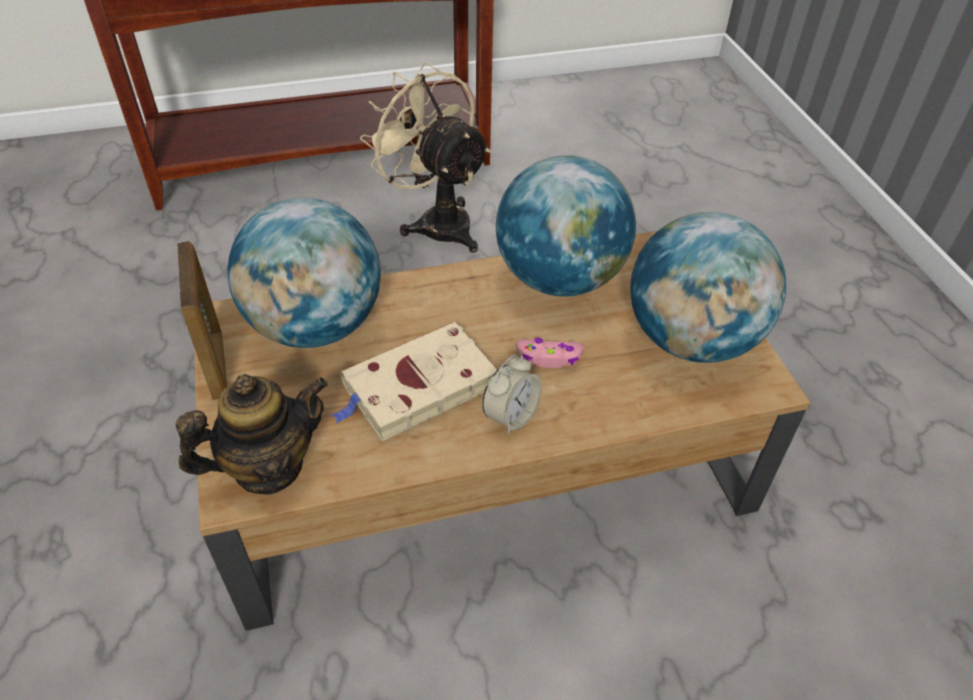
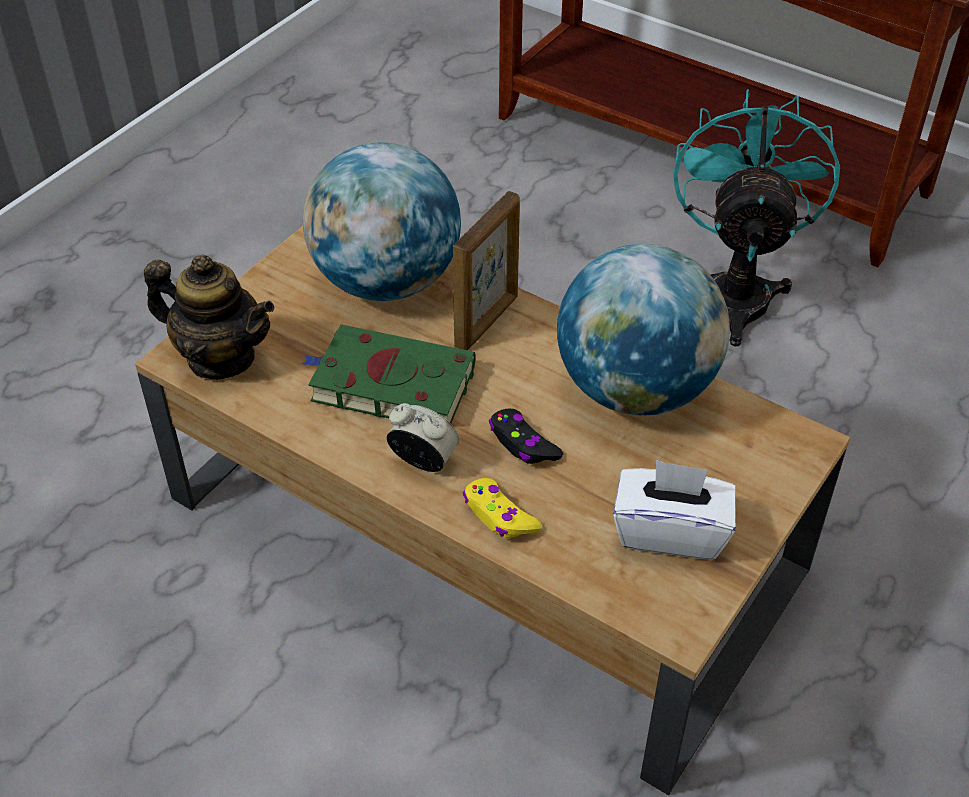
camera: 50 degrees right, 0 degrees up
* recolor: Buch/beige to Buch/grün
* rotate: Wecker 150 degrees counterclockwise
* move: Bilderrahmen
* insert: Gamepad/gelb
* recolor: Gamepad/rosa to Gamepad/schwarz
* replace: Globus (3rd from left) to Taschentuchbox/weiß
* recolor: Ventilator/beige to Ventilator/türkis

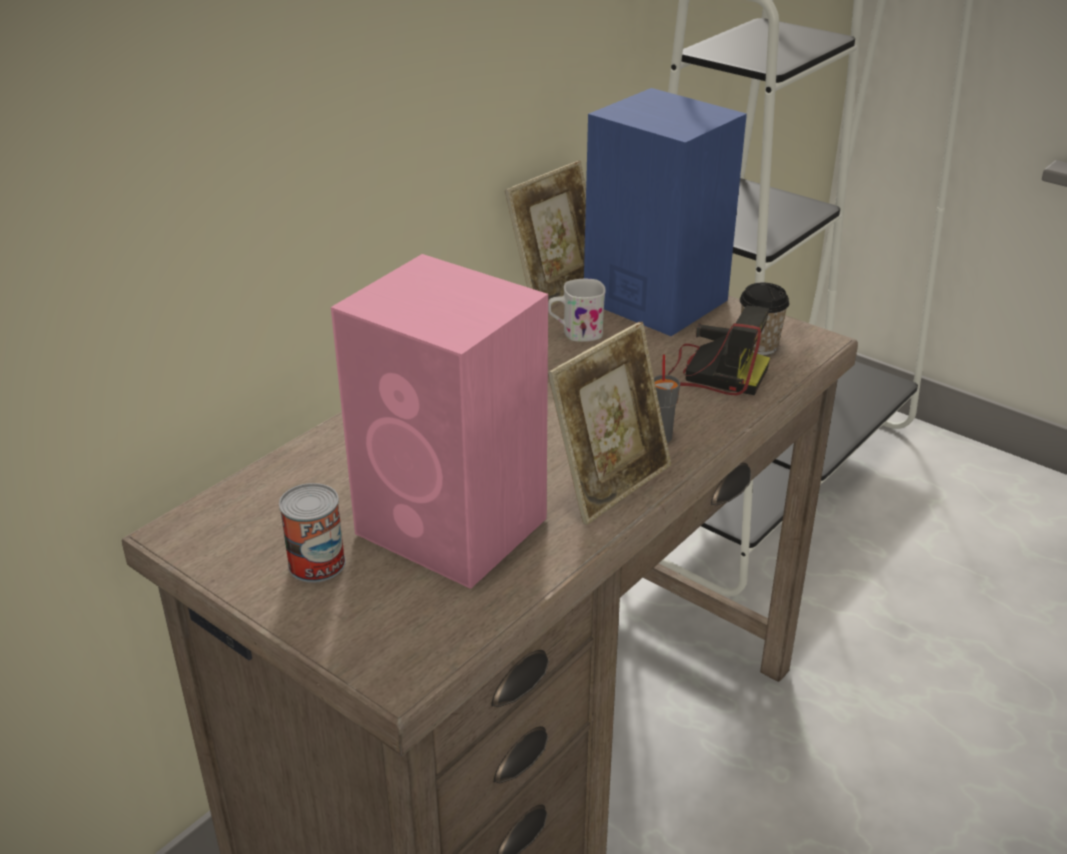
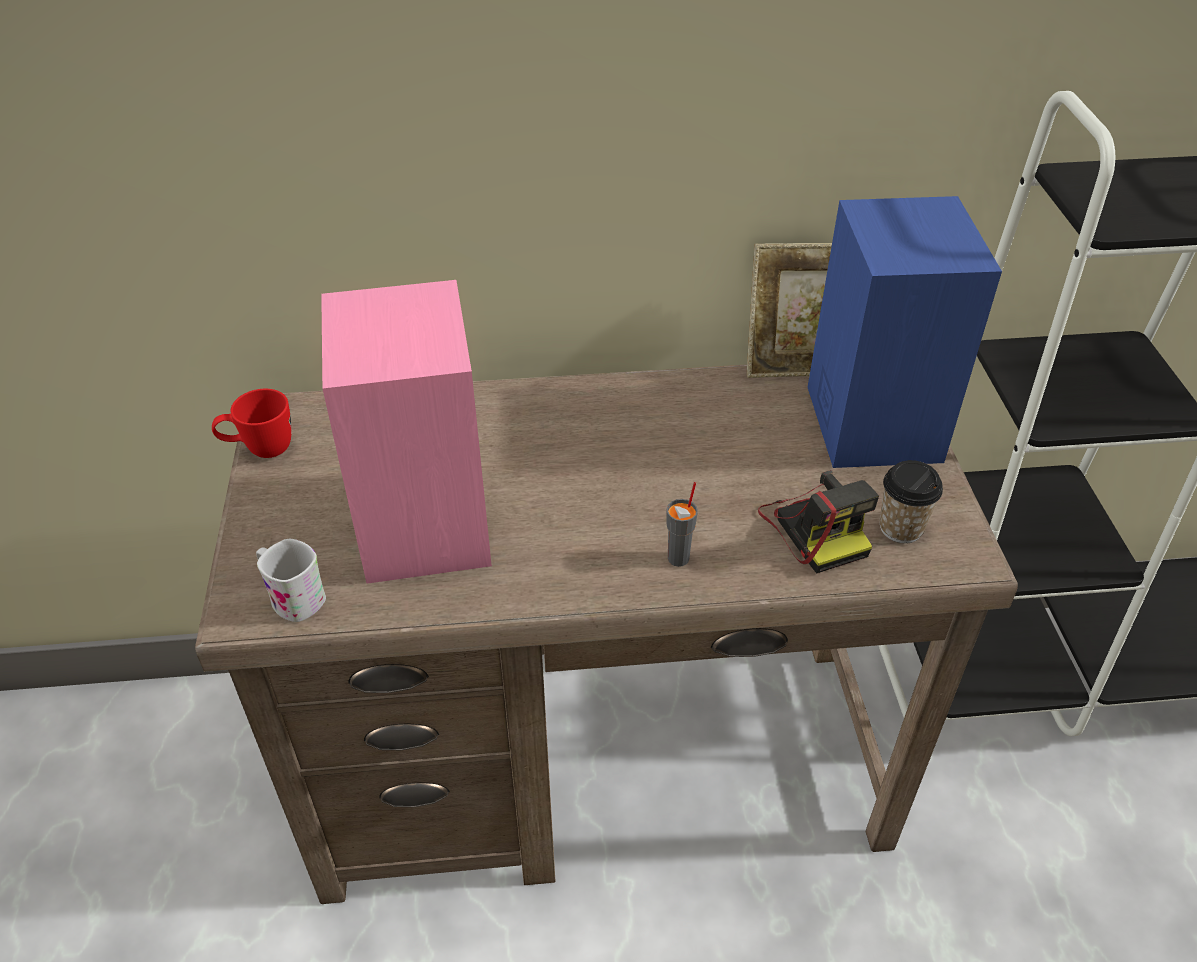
camera: 45 degrees right, 10 degrees up
* insert: Henkelbecher/rot
* move: Henkelbecher/weiß
* delete: Dose
* delete: Bilderrahmen (2nd from left)

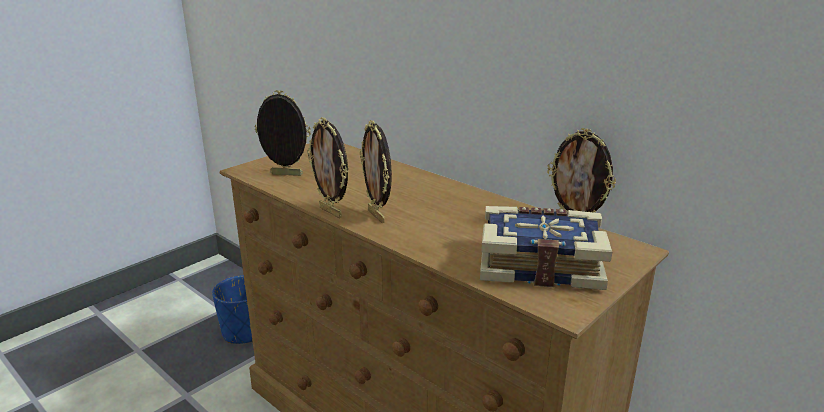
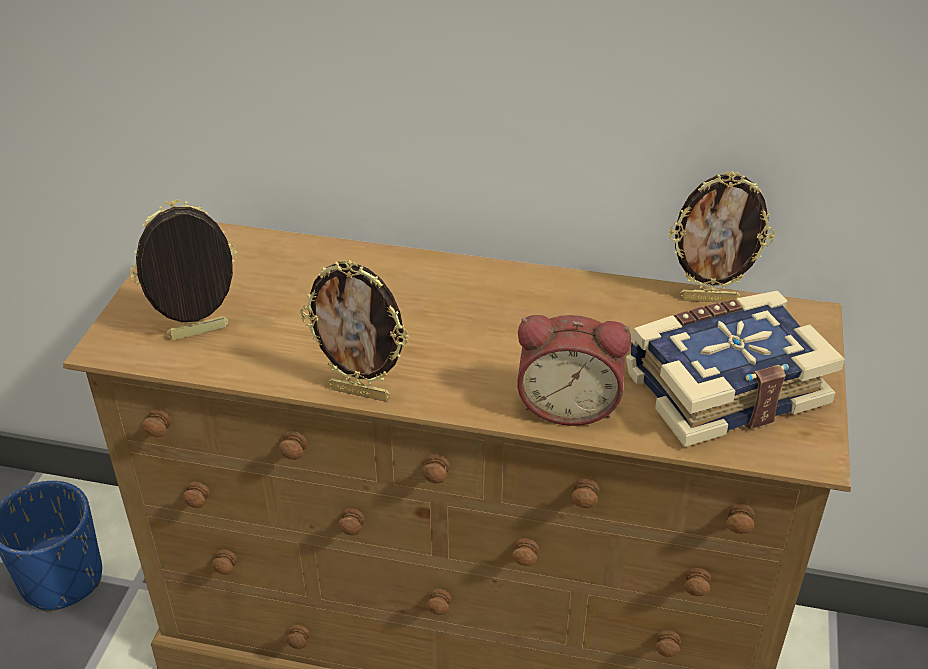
camera: 30 degrees left, 15 degrees up
* insert: Wecker
* delete: Bilderrahmen (3rd from left)

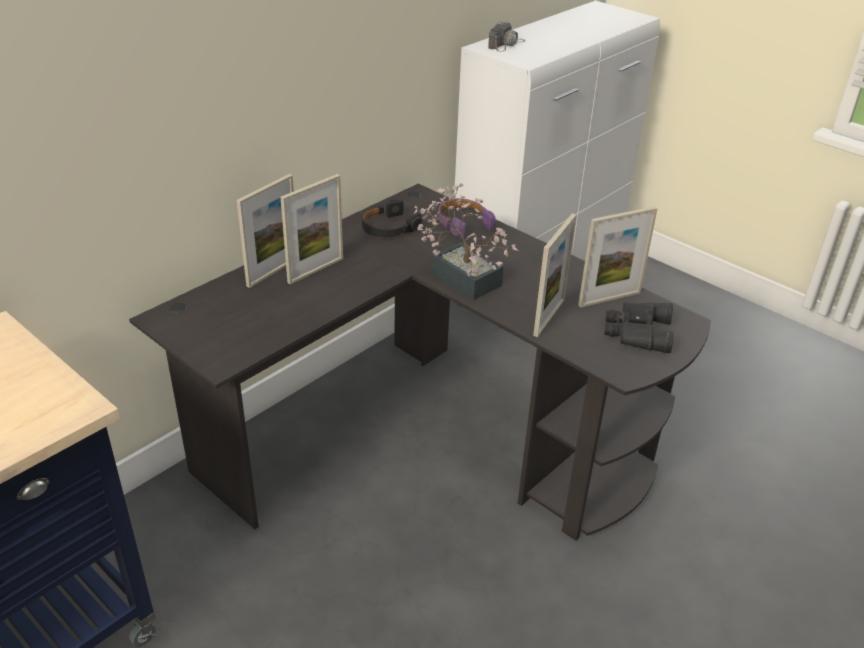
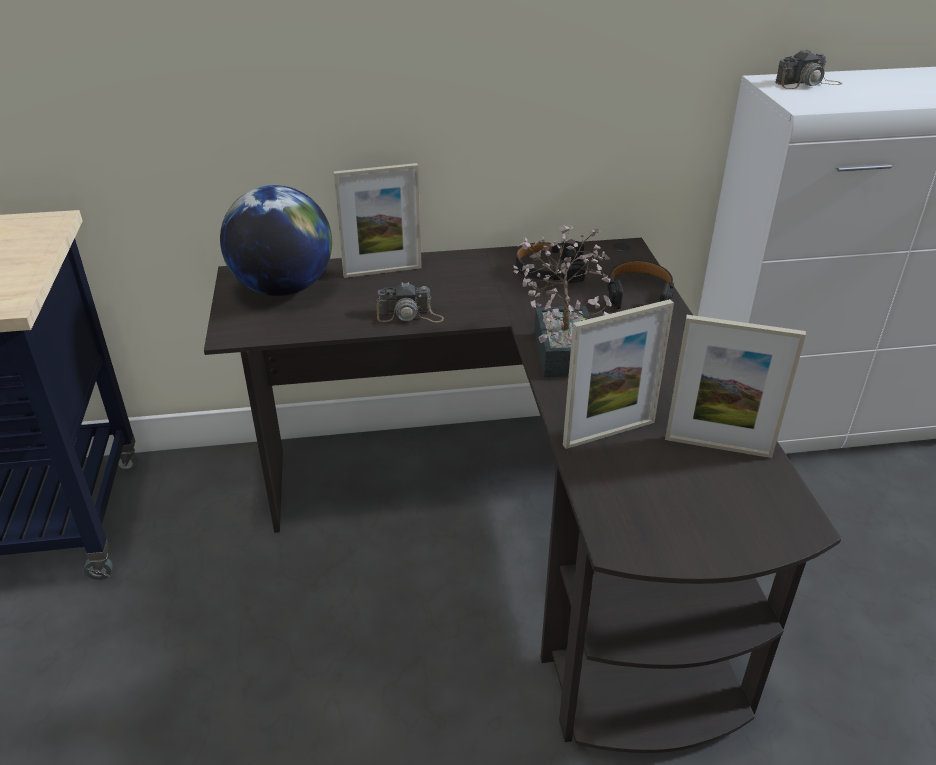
camera: 40 degrees right, 0 degrees up
* insert: Globus
* insert: Kamera (1st from left)
* recolor: Kopfhörer/lila to Kopfhörer/schwarz (2nd from left)
* delete: Bilderrahmen (2nd from left)
* delete: Fernglas/schwarz

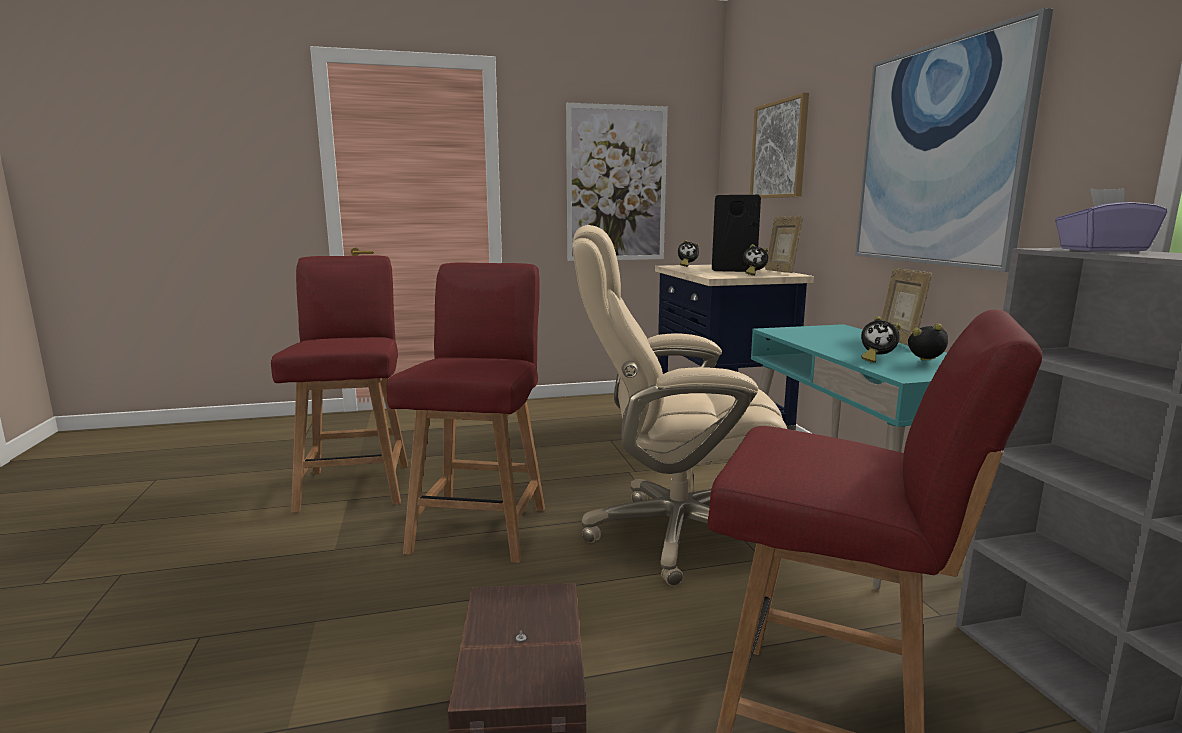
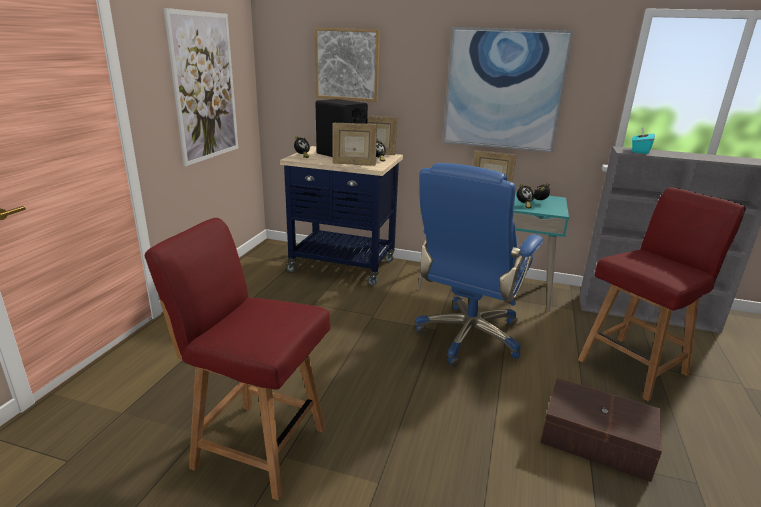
camera: 60 degrees left, 10 degrees up
* insert: Bilderrahmen (1st from left)
* recolor: Bürostuhl/beige to Bürostuhl/blau
* recolor: Taschentuchbox/lila to Taschentuchbox/türkis
* delete: Stuhl/rot (2nd from left)

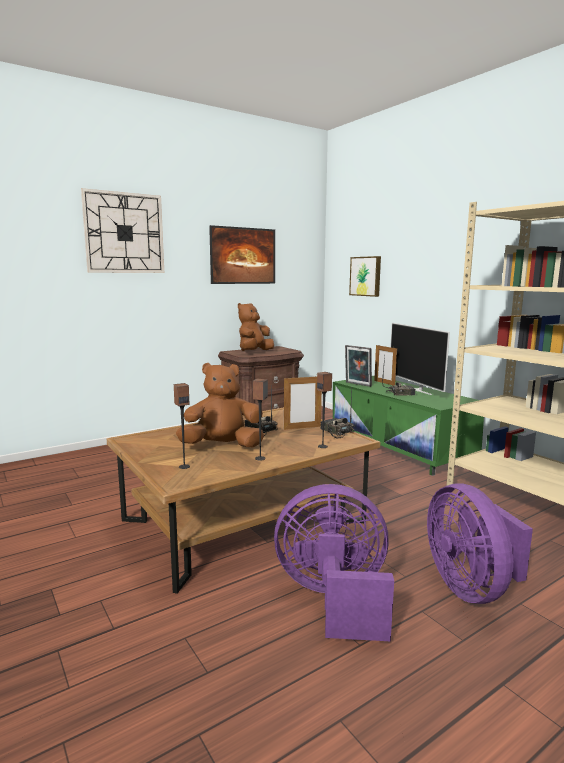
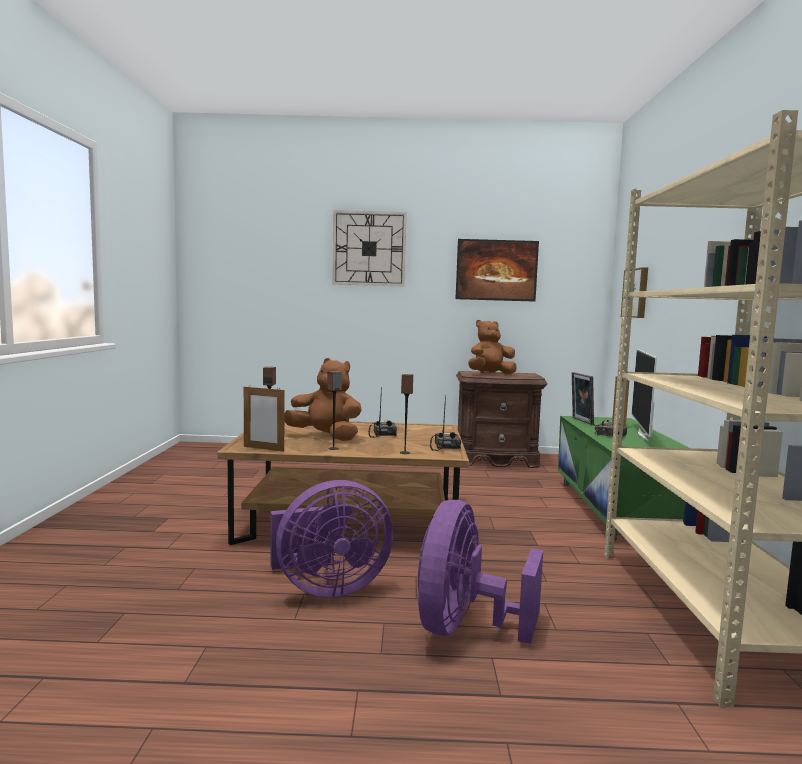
camera: 35 degrees right, 5 degrees down
* move: Bilderrahmen (1st from left)
* rotate: Ventilator/lila (1st from left) 120 degrees clockwise

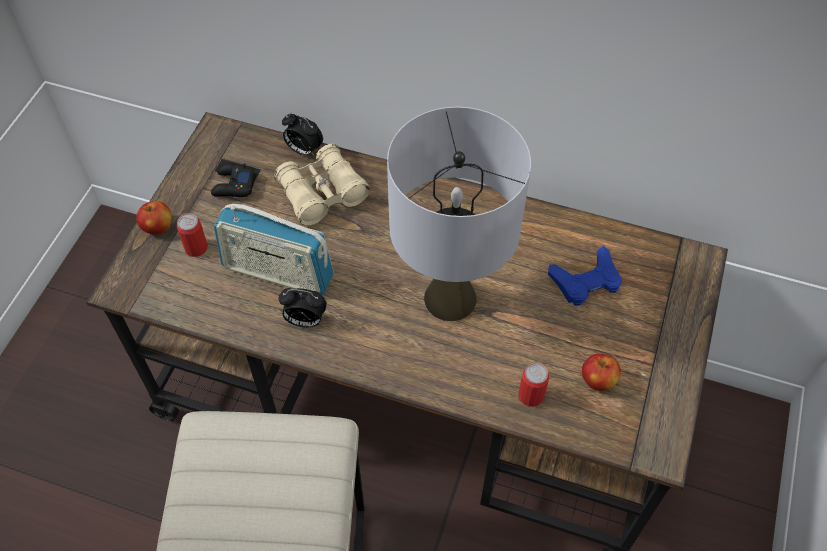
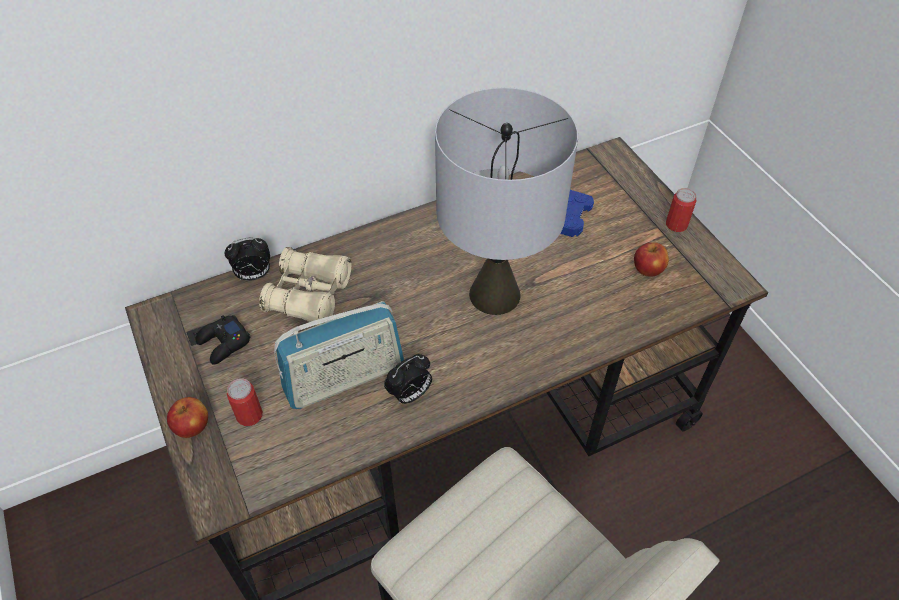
camera: 45 degrees left, 5 degrees down
* move: Dose (2nd from left)

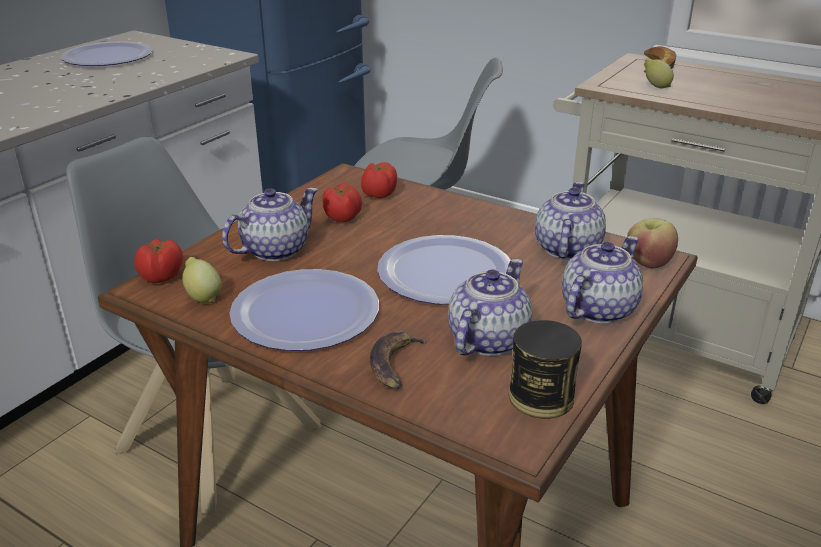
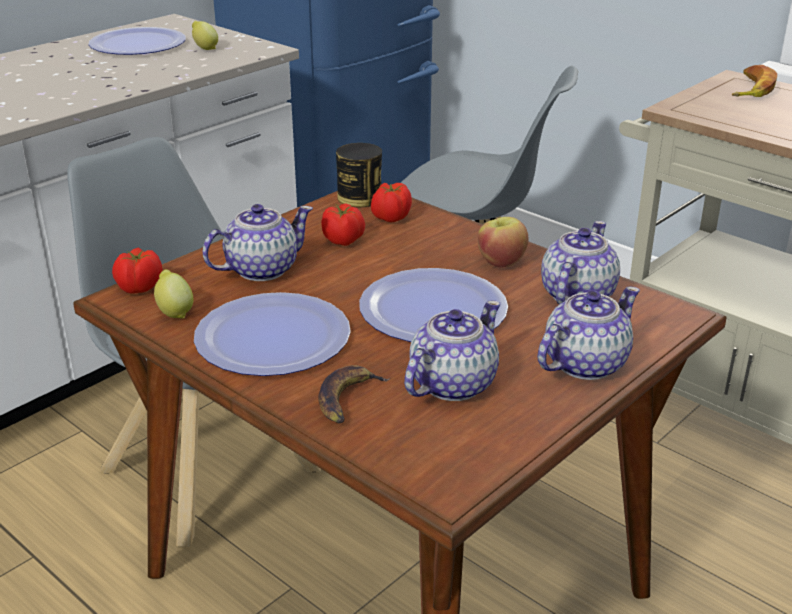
camera: 10 degrees right, 0 degrees up
* move: Zitrone (2nd from left)
* move: Dose
* move: Apfel

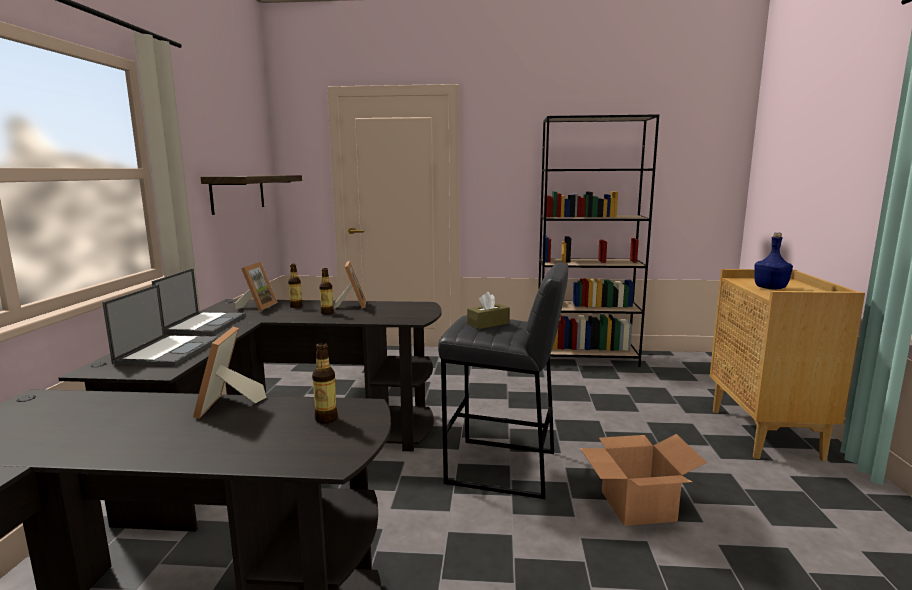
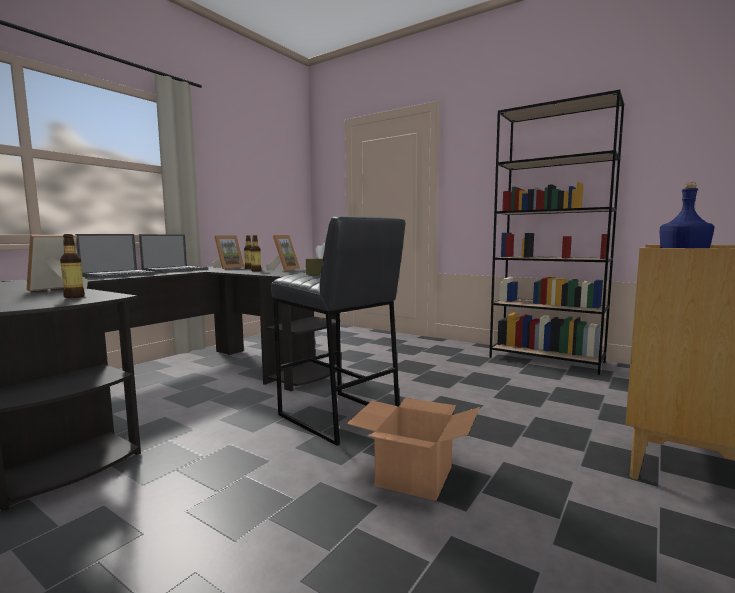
camera: 30 degrees right, 5 degrees down
* delete: Wandregal

